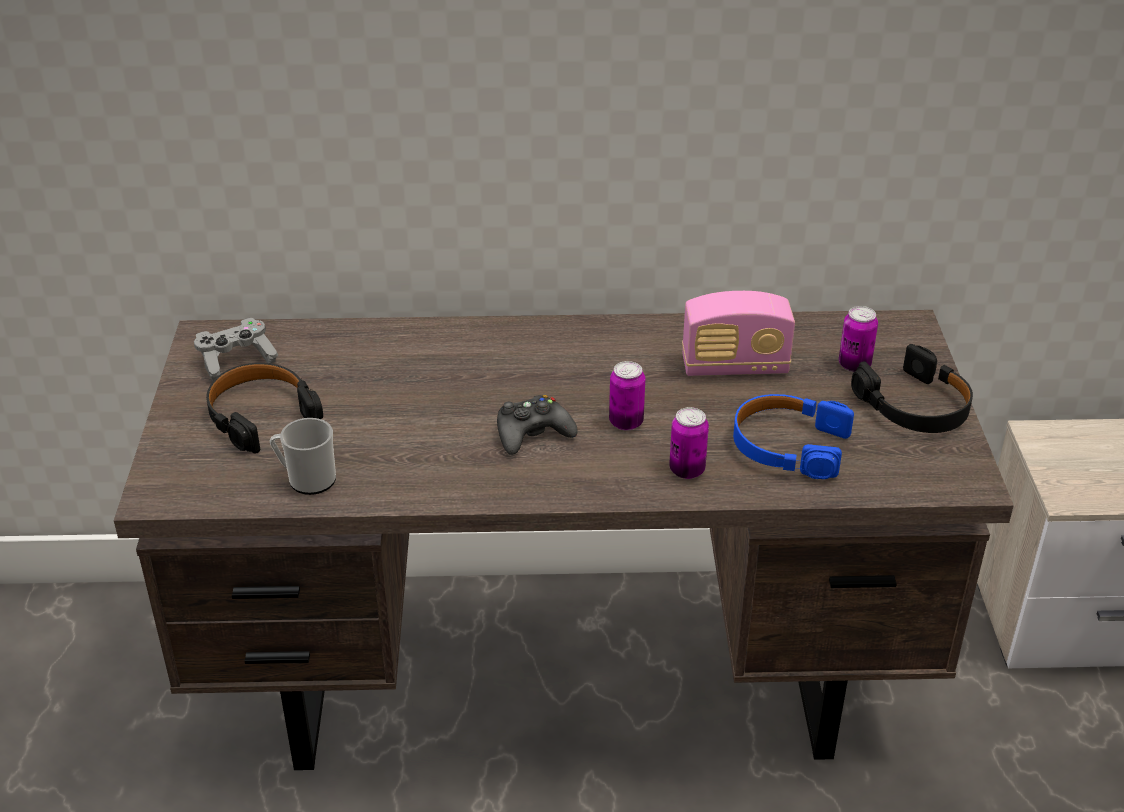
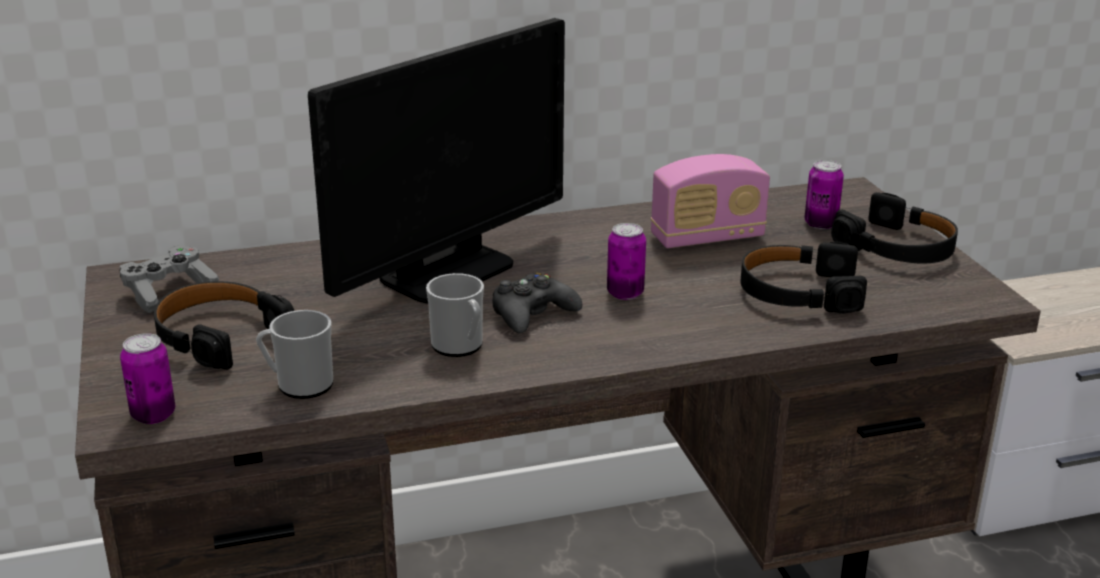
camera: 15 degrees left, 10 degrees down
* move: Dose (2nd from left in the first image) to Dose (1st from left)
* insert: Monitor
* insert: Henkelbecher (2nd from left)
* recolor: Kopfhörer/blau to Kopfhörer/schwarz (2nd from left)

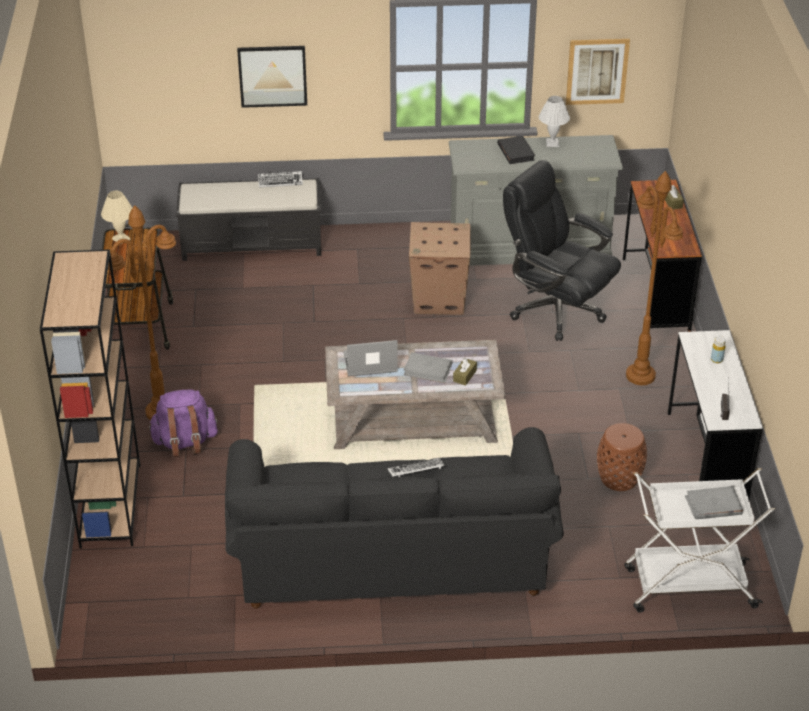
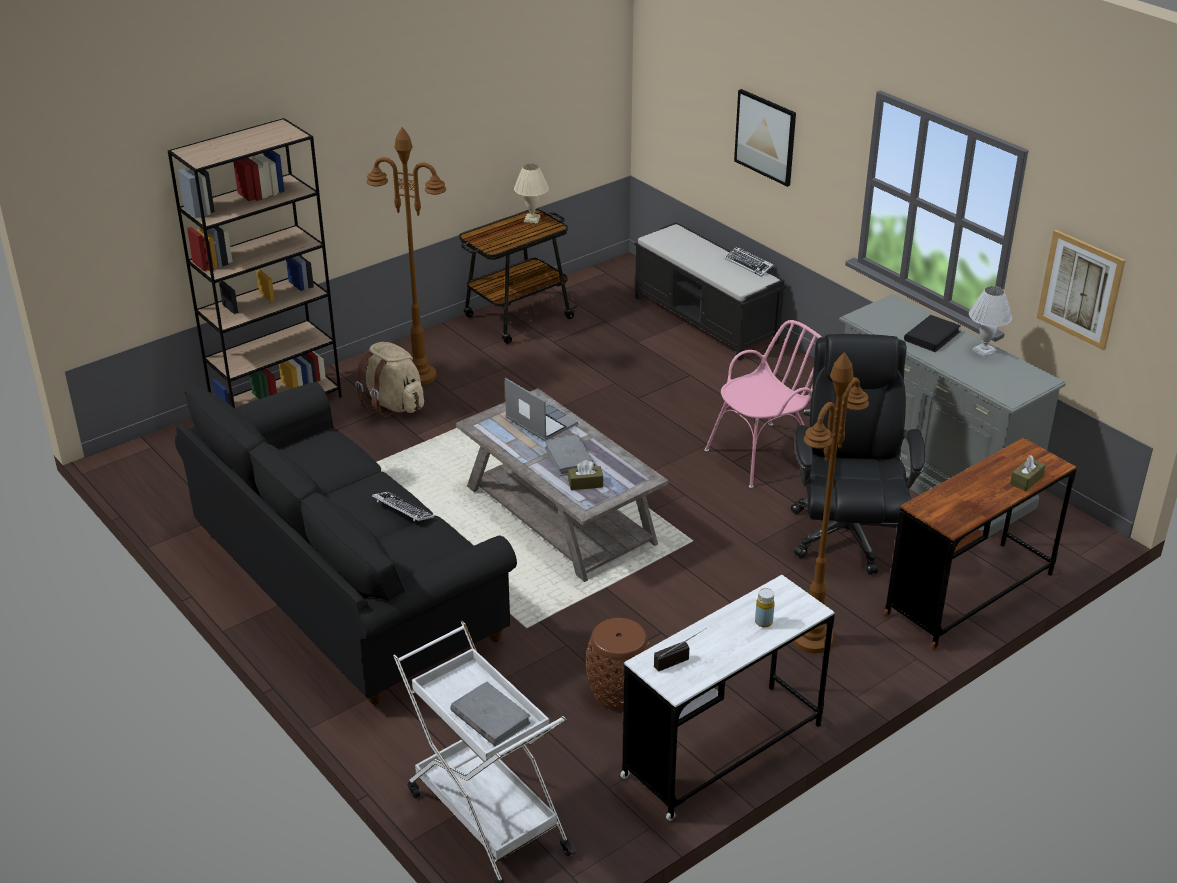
camera: 55 degrees right, 5 degrees down
* recolor: Rucksack/lila to Rucksack/beige
* replace: Karton to Stuhl/rosa

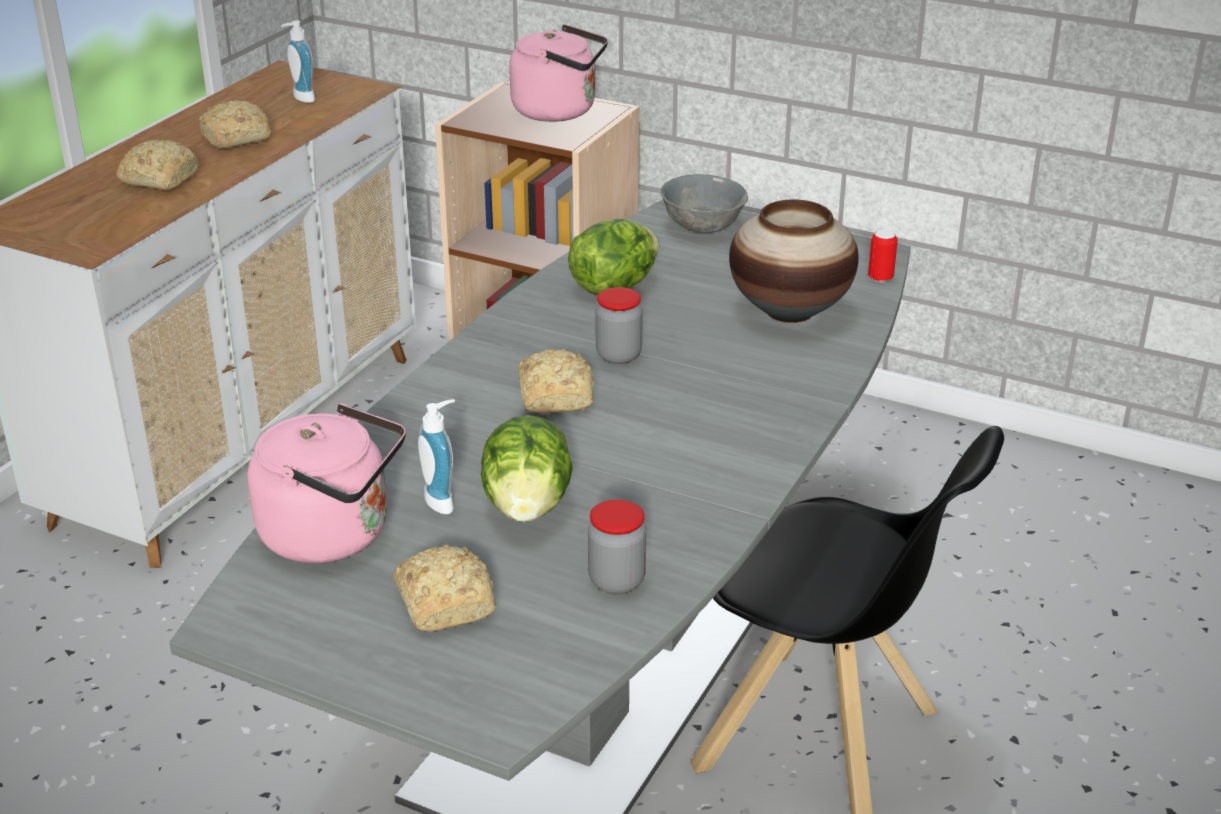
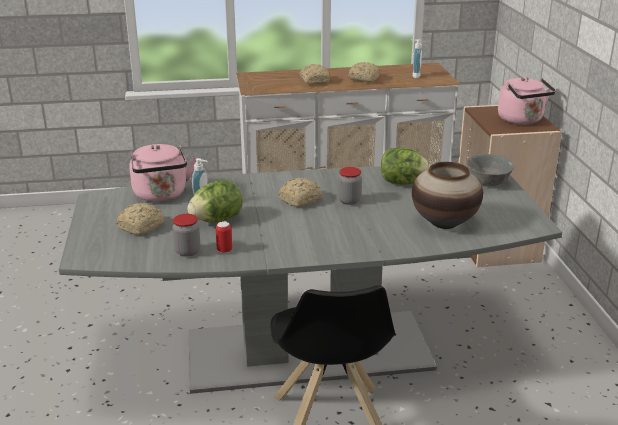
camera: 55 degrees right, 5 degrees down
* move: Dose

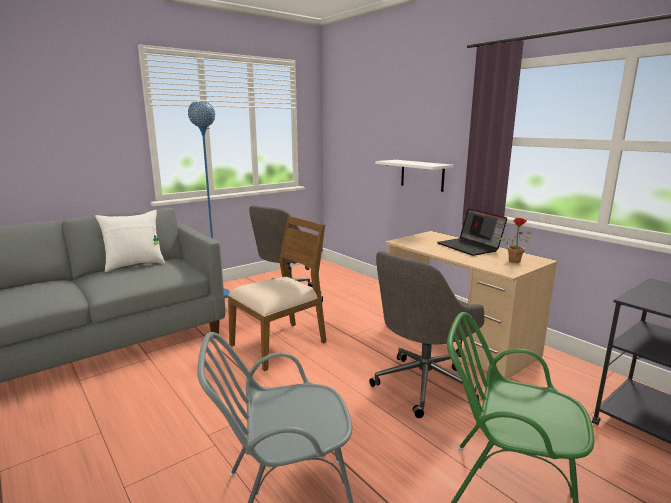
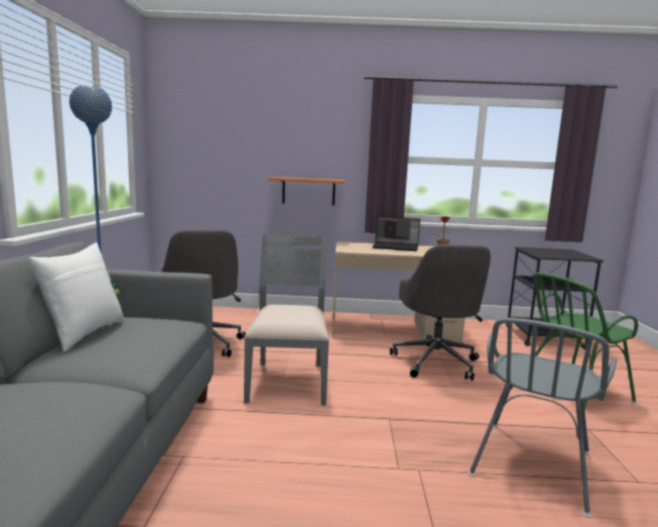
camera: 50 degrees left, 5 degrees down
* recolor: Stuhl/braun to Stuhl/grau (1st from left)
* recolor: Wandregal/weiß to Wandregal/orange

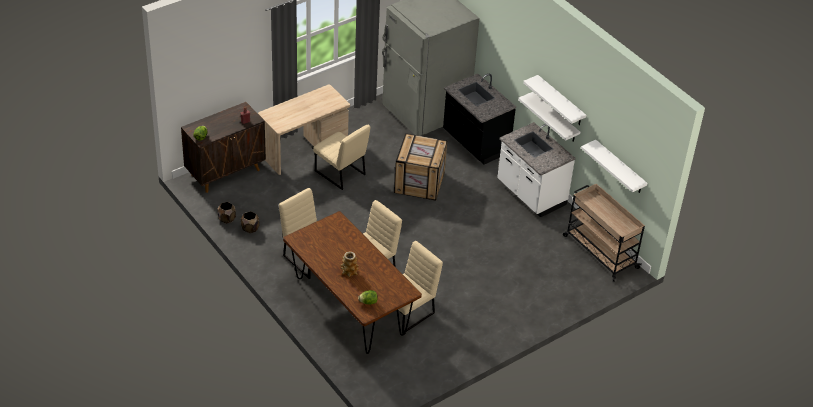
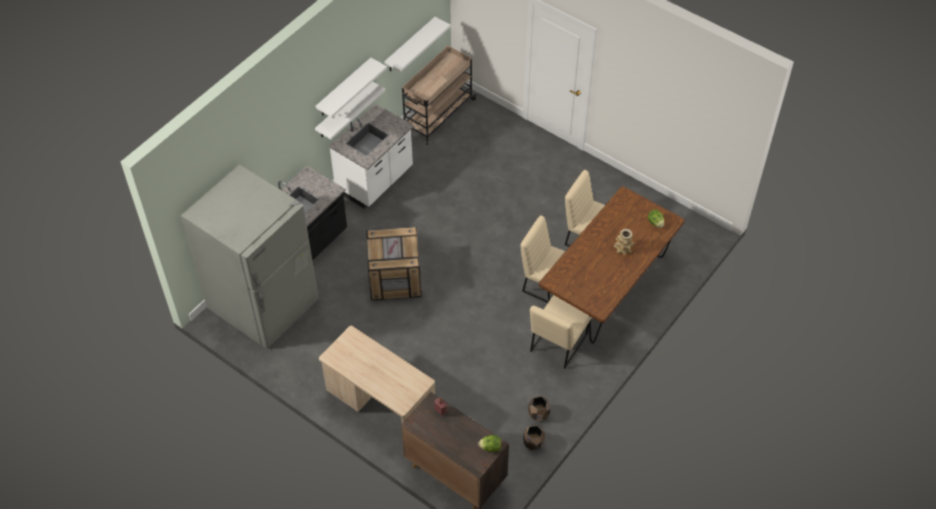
camera: 105 degrees left, 10 degrees up
* delete: Stuhl/beige (2nd from left)

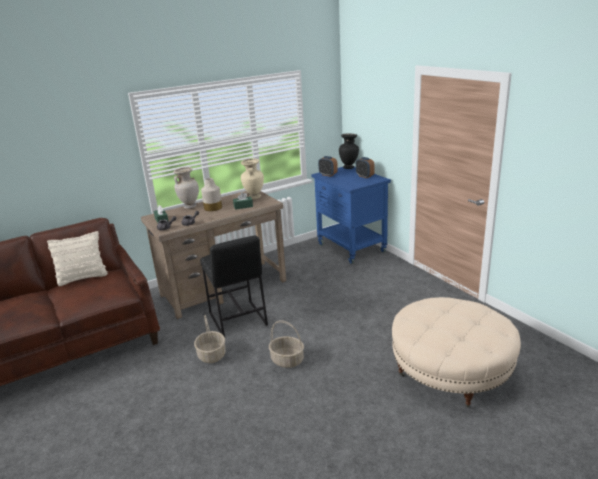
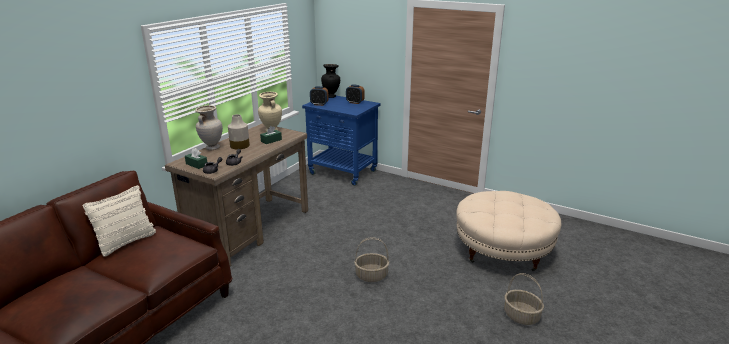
camera: 30 degrees left, 0 degrees up
* move: Korb (1st from left in the first image) to Korb (2nd from left)
* delete: Stuhl/schwarz

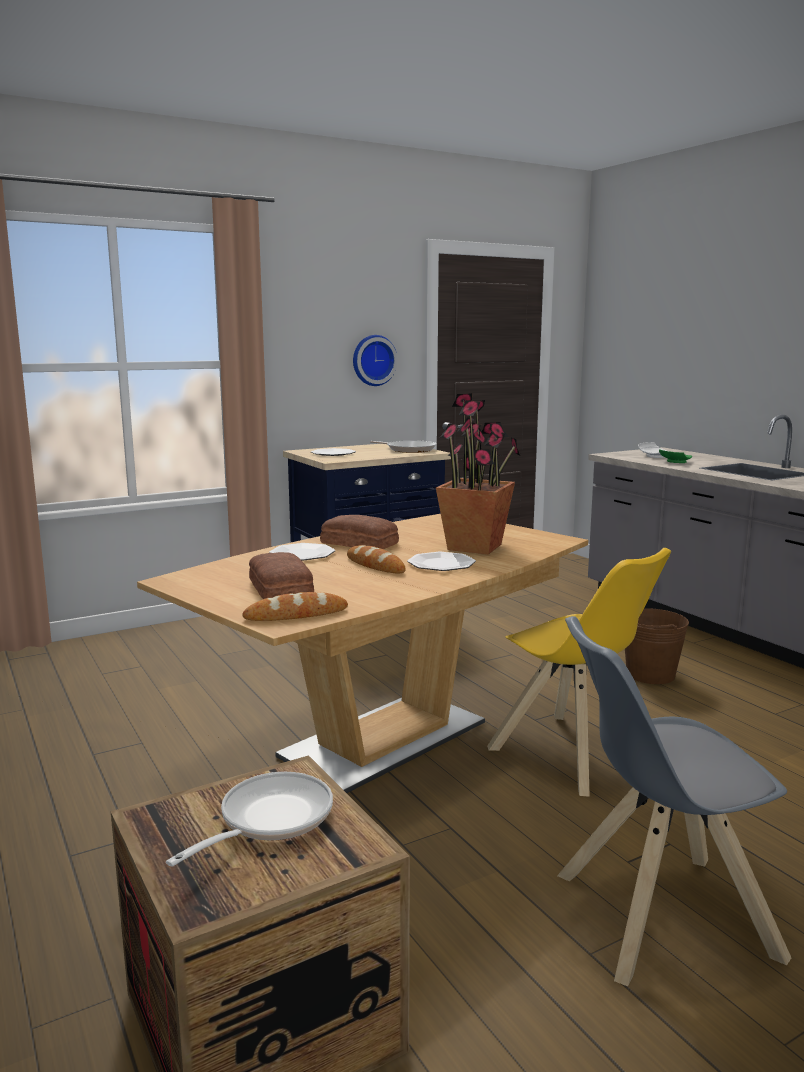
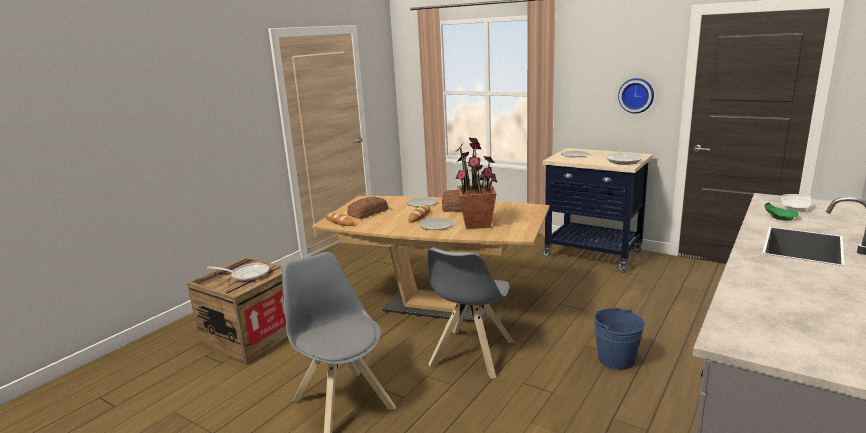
camera: 65 degrees right, 5 degrees up
* recolor: Stuhl/gelb to Stuhl/grau (2nd from left)
* recolor: Eimer/braun to Eimer/blau

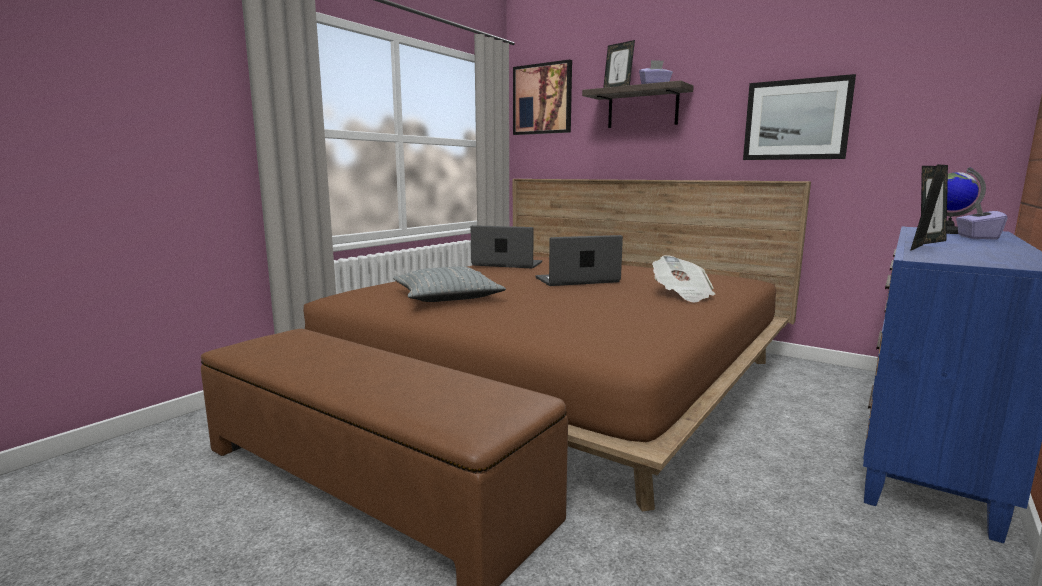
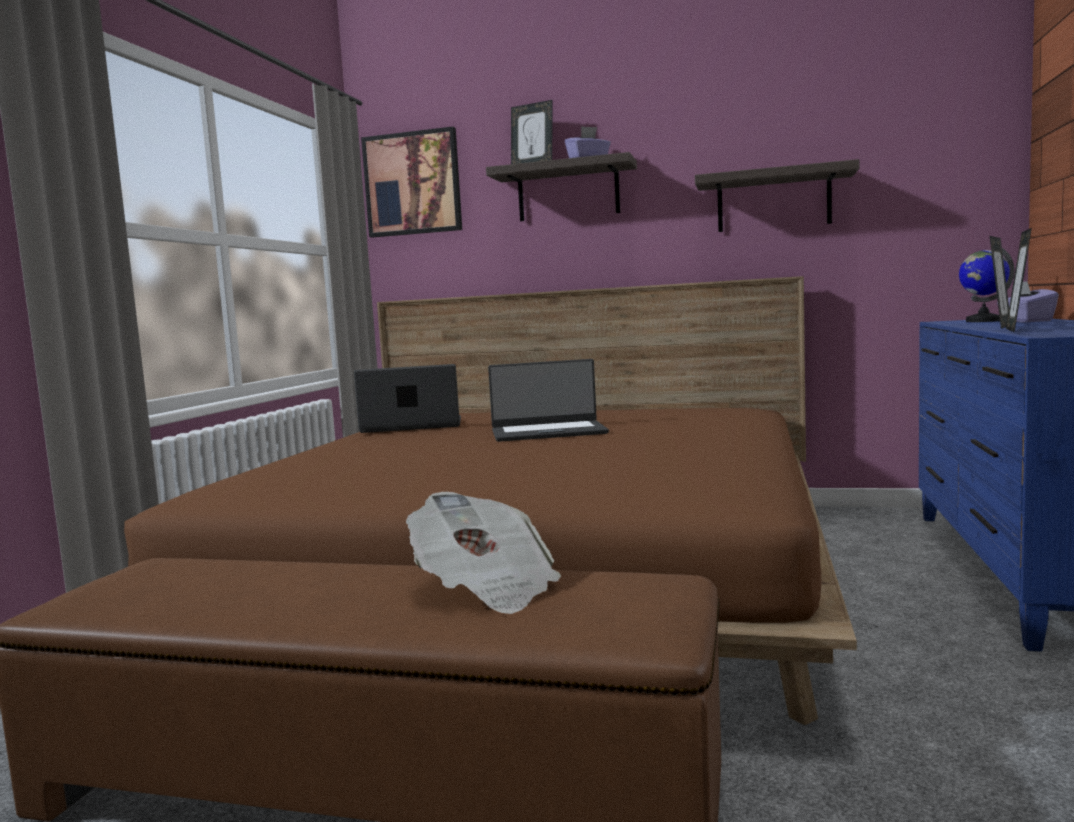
camera: 20 degrees left, 5 degrees down
* move: Zeitung
* rotate: Laptop (2nd from left) 150 degrees counterclockwise
* replace: Bild (2nd from left) to Wandregal (2nd from left)
* delete: Kissen/grau

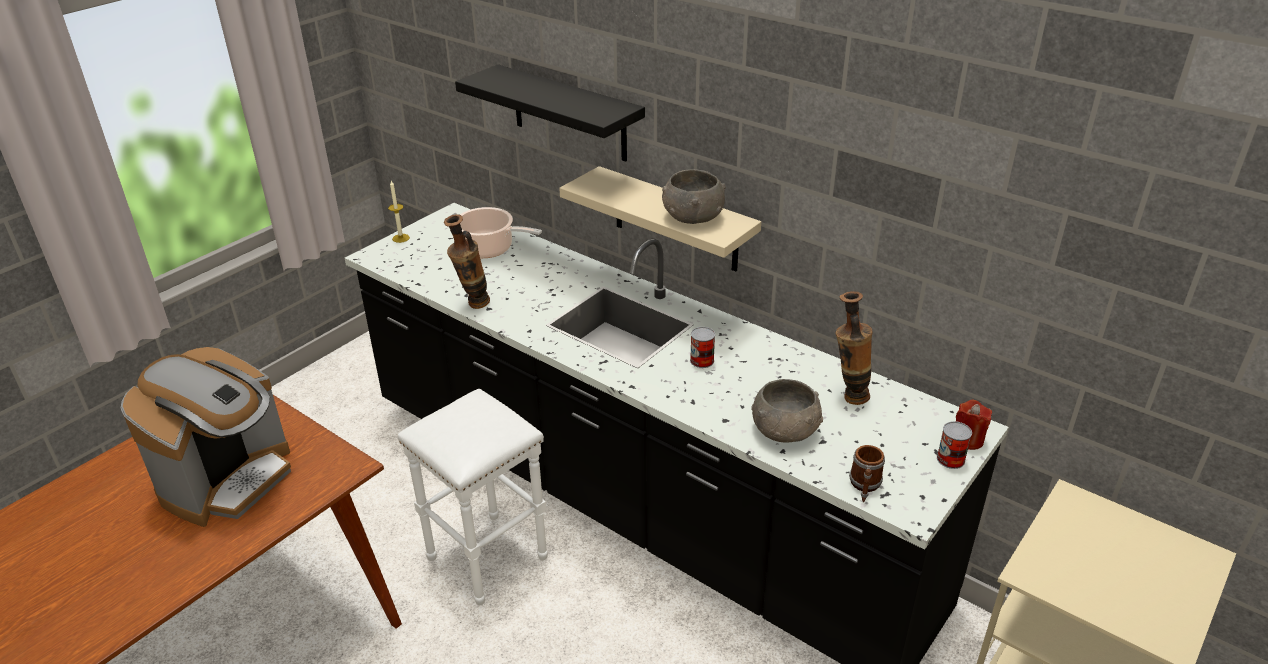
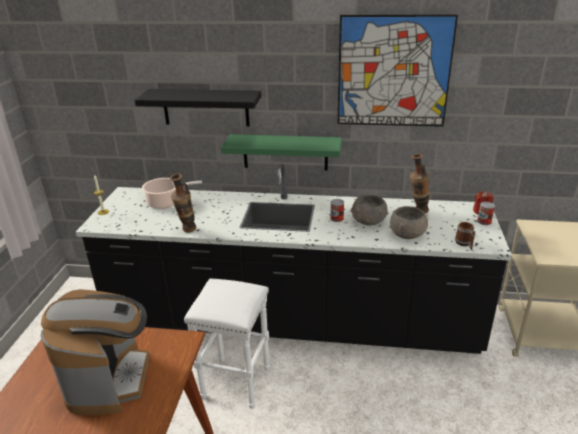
camera: 30 degrees left, 5 degrees down
* recolor: Wandregal/beige to Wandregal/grün
* insert: Bild
* move: Schüssel/grau (1st from left)

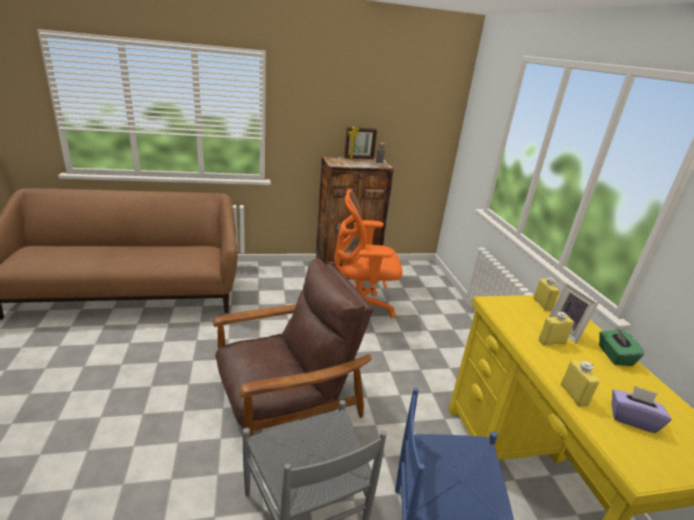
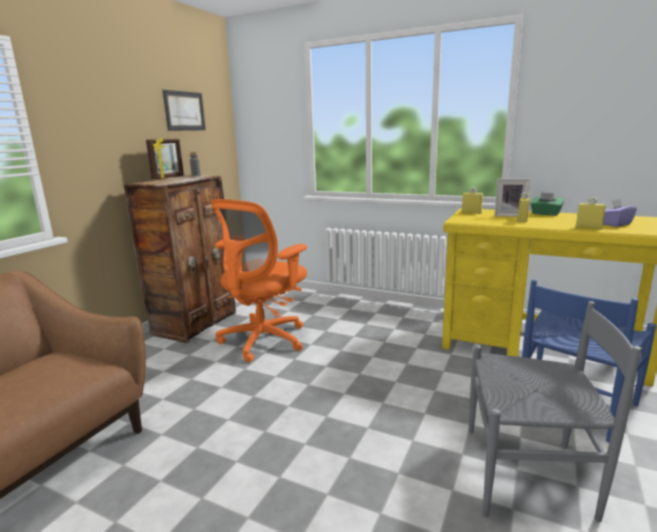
camera: 50 degrees left, 10 degrees down
* insert: Bild
* delete: Sessel/braun

